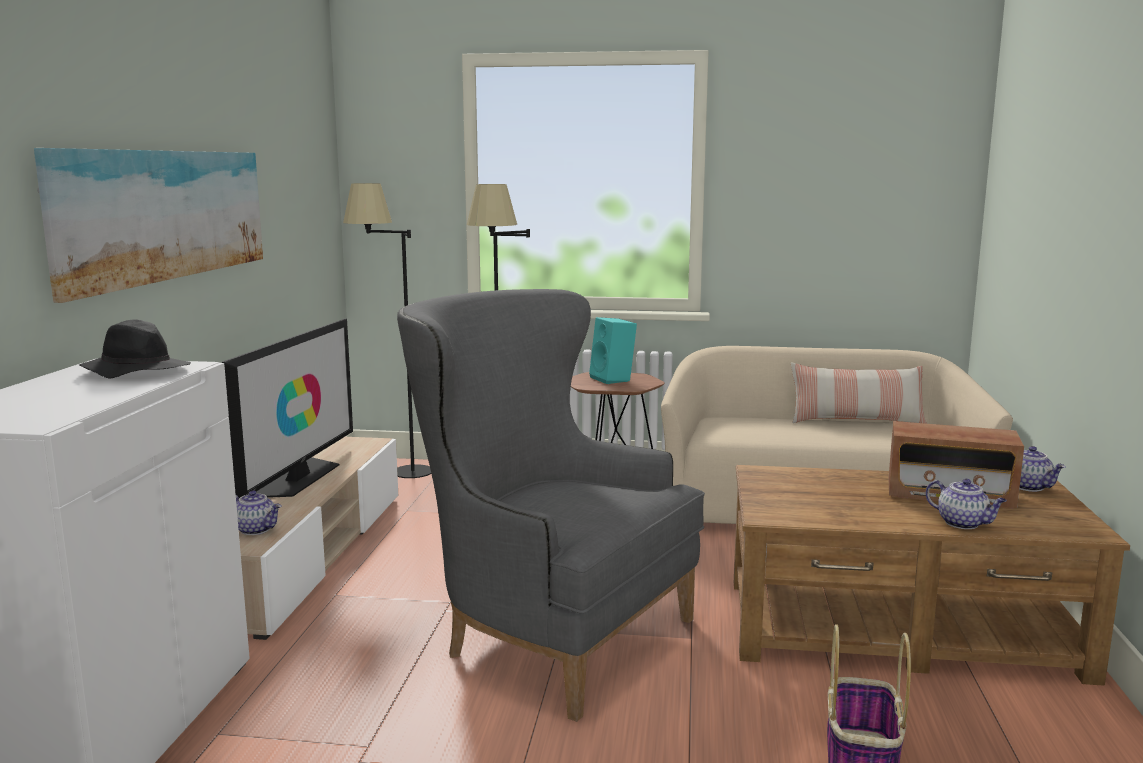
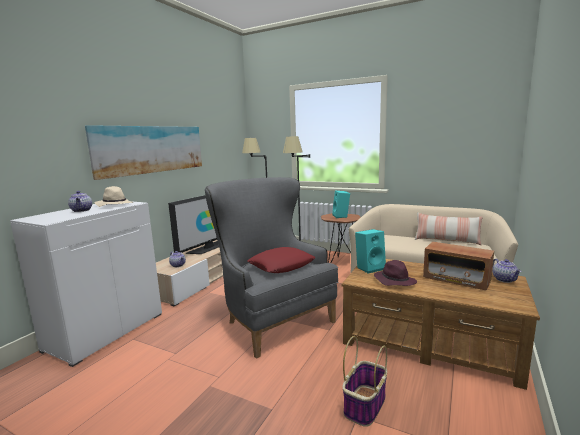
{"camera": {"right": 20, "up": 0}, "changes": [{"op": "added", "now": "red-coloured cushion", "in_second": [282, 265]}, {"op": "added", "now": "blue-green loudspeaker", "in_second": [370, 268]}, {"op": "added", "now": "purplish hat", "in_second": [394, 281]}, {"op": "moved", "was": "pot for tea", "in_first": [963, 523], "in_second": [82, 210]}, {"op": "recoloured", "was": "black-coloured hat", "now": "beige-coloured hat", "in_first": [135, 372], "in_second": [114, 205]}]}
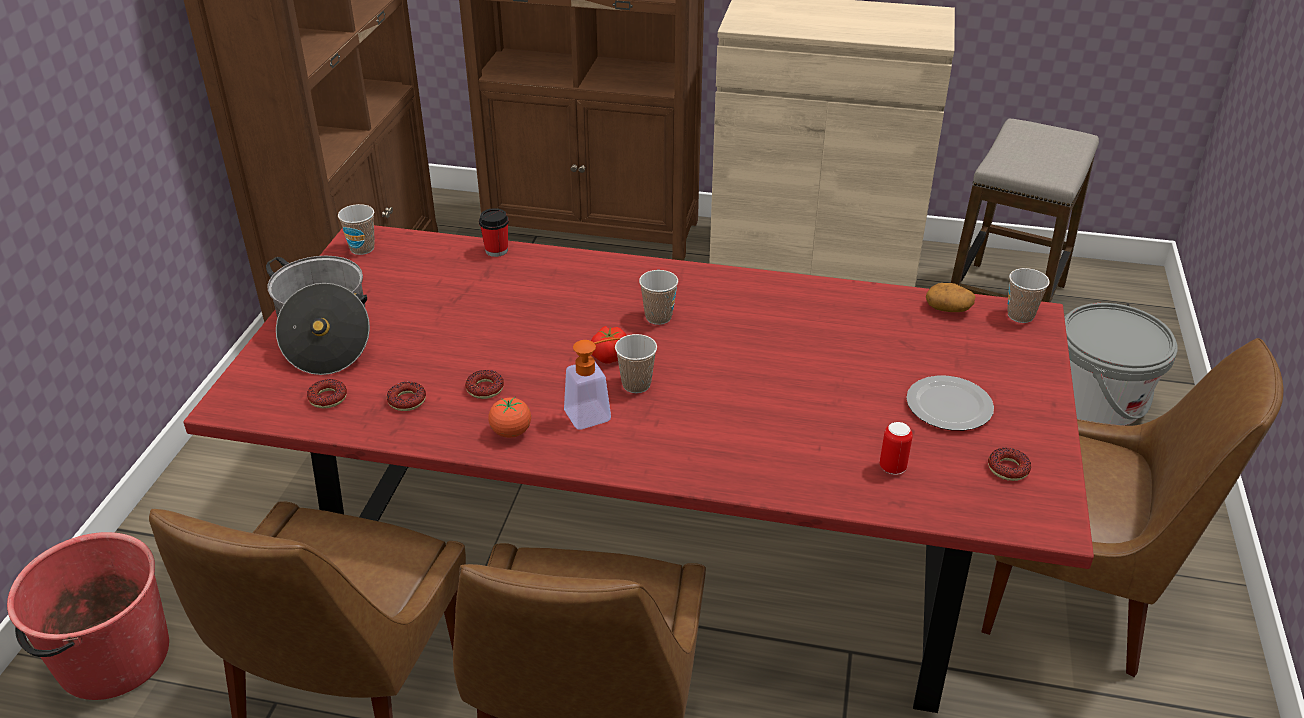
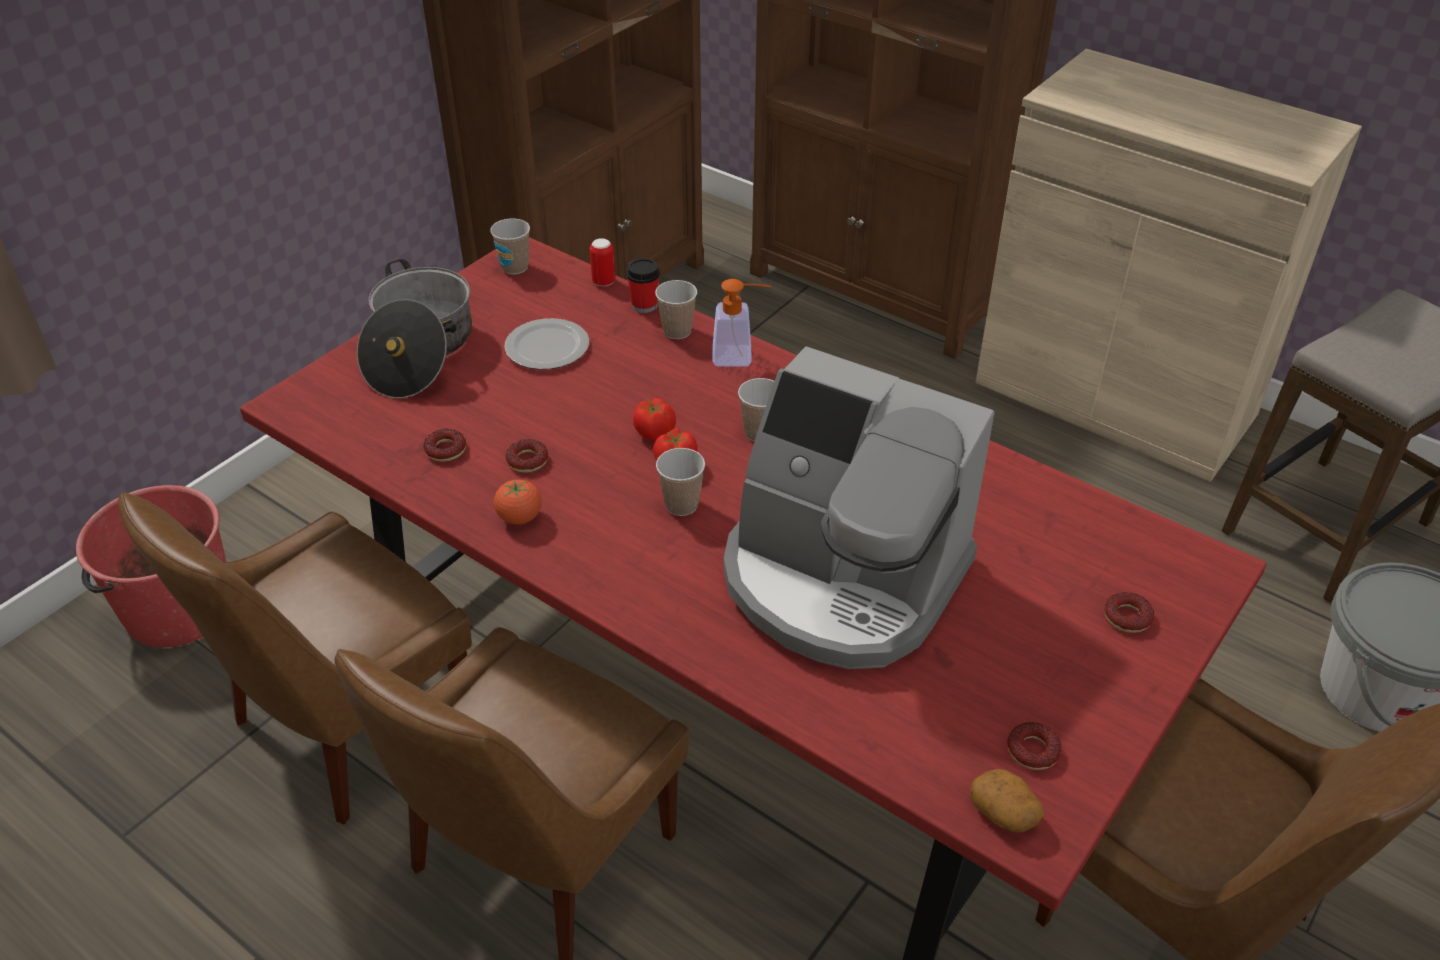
{"camera": {"right": 25, "up": 5}, "changes": [{"op": "added", "now": "tomato", "in_second": [655, 432]}, {"op": "added", "now": "coffee maker", "in_second": [841, 579]}, {"op": "moved", "was": "doughnut", "in_first": [328, 398], "in_second": [1127, 617]}, {"op": "moved", "was": "soap dispenser", "in_first": [595, 413], "in_second": [740, 356]}, {"op": "moved", "was": "can", "in_first": [892, 467], "in_second": [603, 282]}, {"op": "moved", "was": "flat dish", "in_first": [950, 405], "in_second": [549, 347]}, {"op": "moved", "was": "spud", "in_first": [948, 308], "in_second": [1004, 812]}, {"op": "moved", "was": "cup", "in_first": [1020, 315], "in_second": [677, 331]}]}
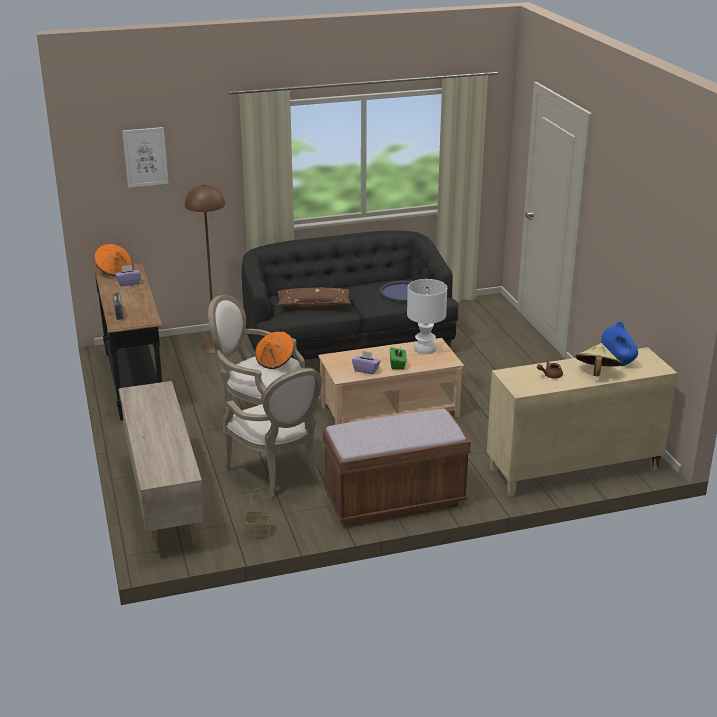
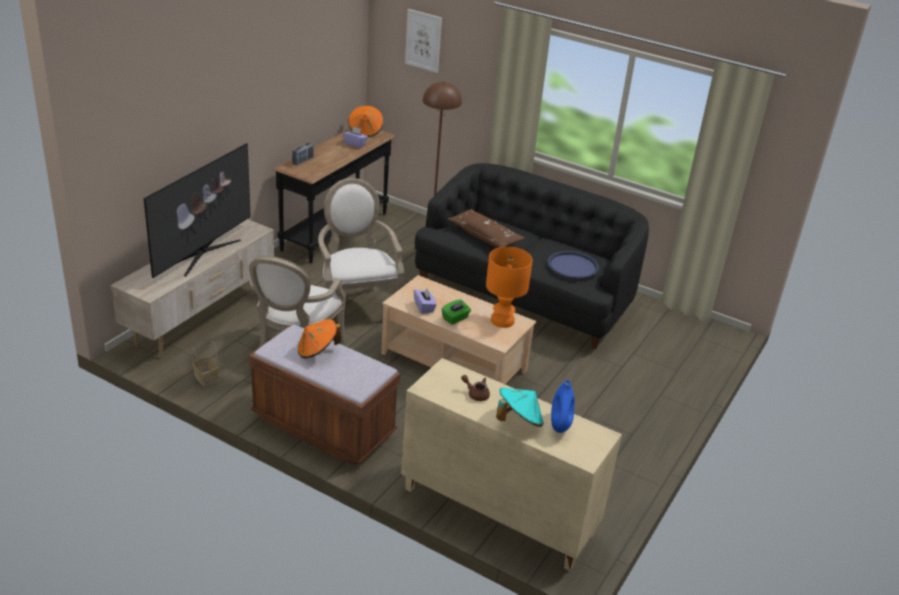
{"camera": {"right": 45, "up": 5}, "changes": [{"op": "added", "now": "TV set", "in_second": [202, 253]}, {"op": "moved", "was": "orangey hat", "in_first": [275, 361], "in_second": [317, 351]}, {"op": "recoloured", "was": "whitish lamp for a table", "now": "orangey lamp for a table", "in_first": [425, 349], "in_second": [503, 321]}, {"op": "recoloured", "was": "beige-coloured hat", "now": "blue-green hat", "in_first": [596, 373], "in_second": [518, 420]}]}
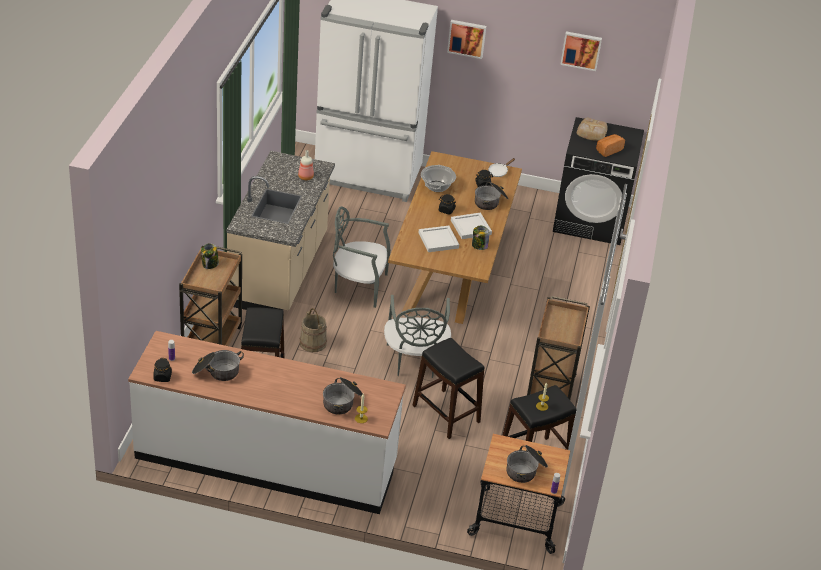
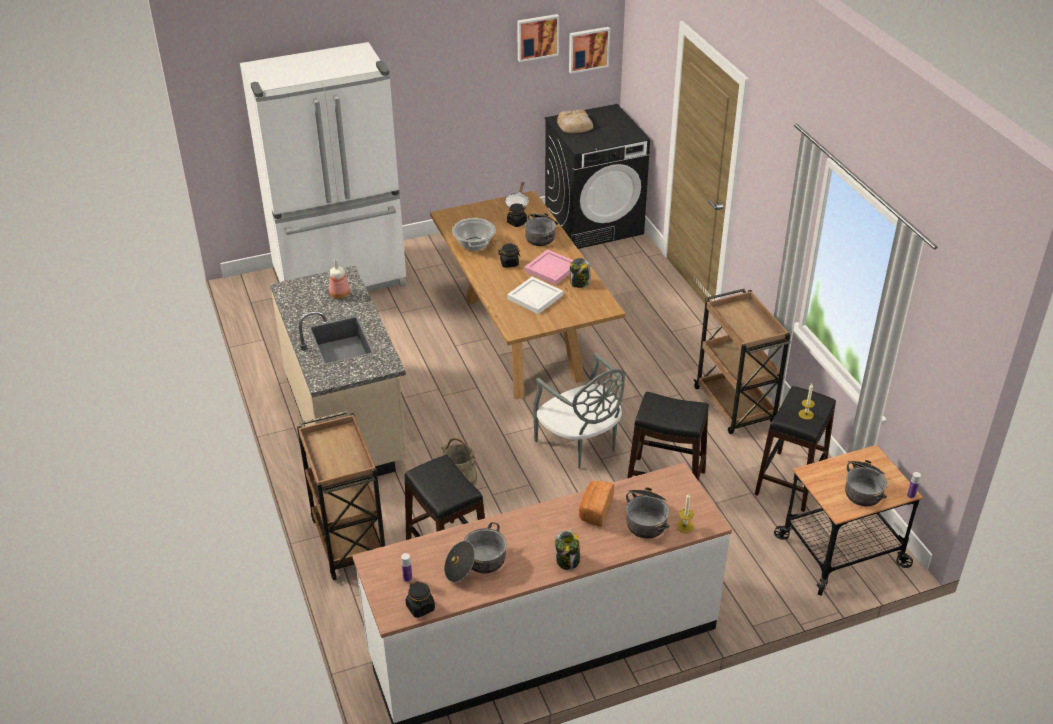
{"camera": {"right": -30, "up": 0}, "changes": [{"op": "removed", "was": "gray upright chair", "in_first": [359, 286]}, {"op": "moved", "was": "jar", "in_first": [210, 264], "in_second": [568, 560]}, {"op": "moved", "was": "picture", "in_first": [467, 38], "in_second": [588, 49]}, {"op": "moved", "was": "bread", "in_first": [608, 150], "in_second": [595, 510]}, {"op": "recoloured", "was": "whitish carrying tray", "now": "pinkish carrying tray", "in_first": [471, 227], "in_second": [552, 269]}]}
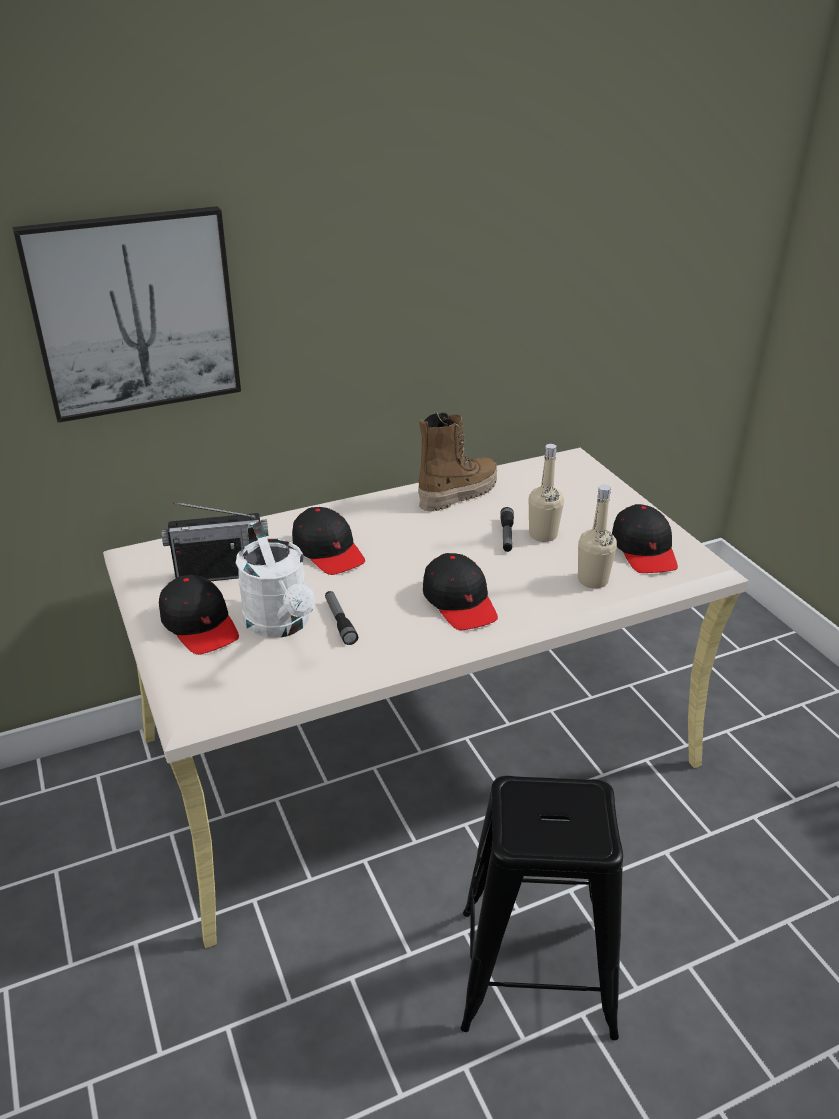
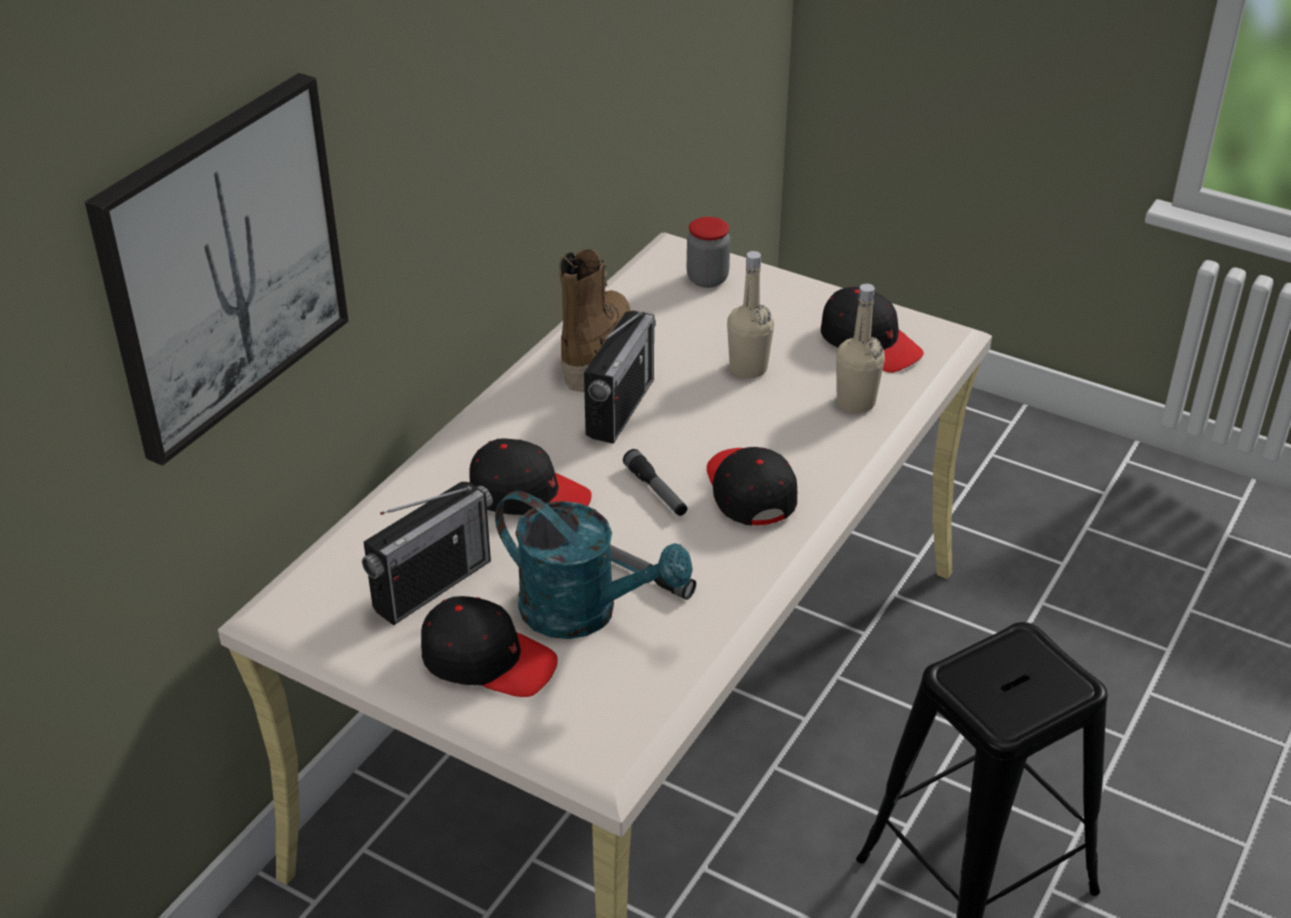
{"camera": {"right": -35, "up": 5}, "changes": [{"op": "added", "now": "radio", "in_second": [620, 408]}, {"op": "added", "now": "jar", "in_second": [707, 279]}, {"op": "moved", "was": "flashlight", "in_first": [506, 535], "in_second": [656, 491]}, {"op": "recoloured", "was": "whitish watering can", "now": "blue-green watering can", "in_first": [281, 625], "in_second": [584, 612]}, {"op": "turned", "was": "black-coloured cap", "in_first": [460, 602], "in_second": [749, 491], "clockwise": -135}]}
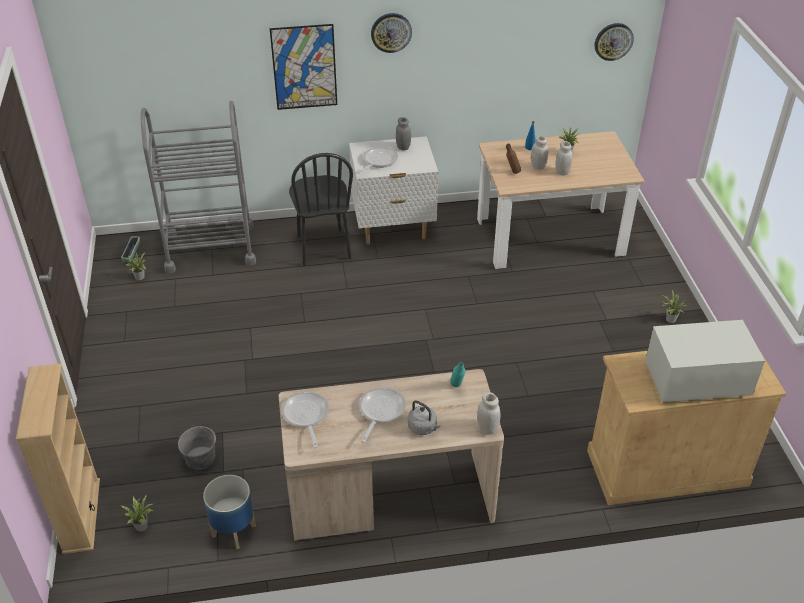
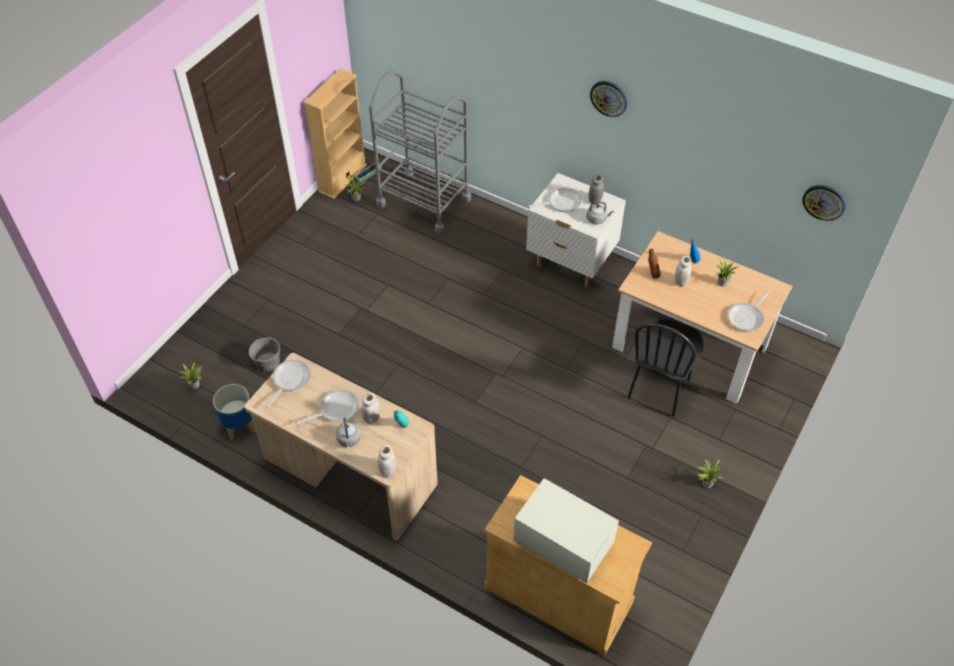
{"camera": {"right": 40, "up": 10}, "changes": [{"op": "removed", "was": "picture", "in_first": [304, 67]}, {"op": "added", "now": "gray water kettle", "in_second": [597, 219]}, {"op": "added", "now": "pan", "in_second": [747, 317]}, {"op": "moved", "was": "beige-coloured bookcase", "in_first": [81, 515], "in_second": [342, 178]}, {"op": "moved", "was": "black-coloured upright chair", "in_first": [323, 247], "in_second": [659, 389]}, {"op": "moved", "was": "whitish jar", "in_first": [562, 172], "in_second": [372, 418]}]}
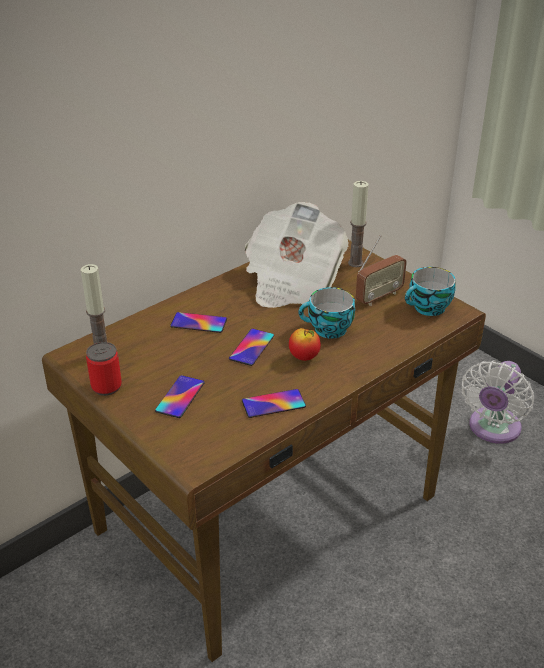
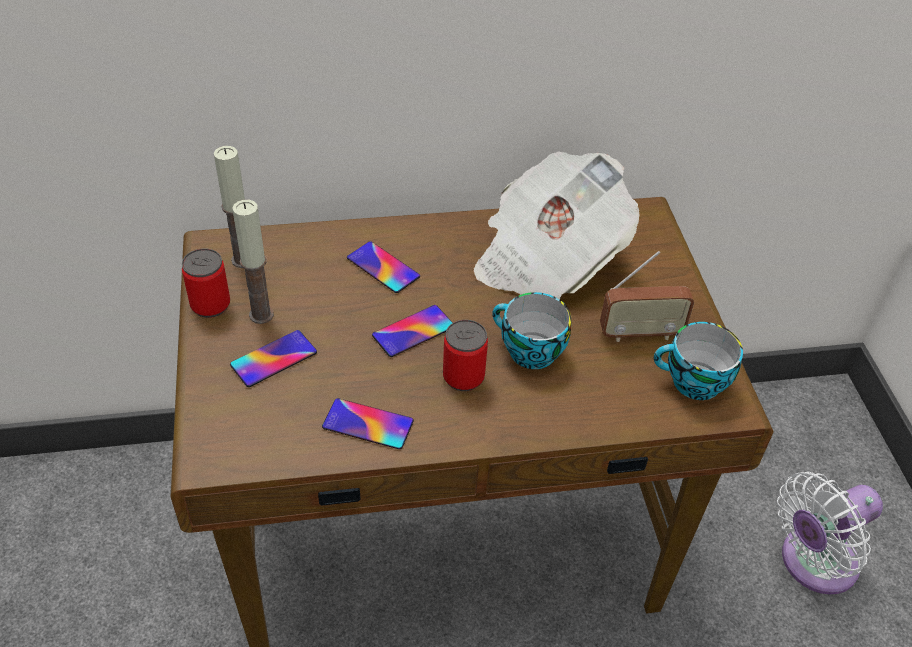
{"camera": {"right": 30, "up": 10}, "changes": [{"op": "moved", "was": "wax light", "in_first": [355, 263], "in_second": [261, 315]}, {"op": "replaced", "was": "apple fruit", "now": "can", "in_first": [304, 357], "in_second": [463, 377]}]}
